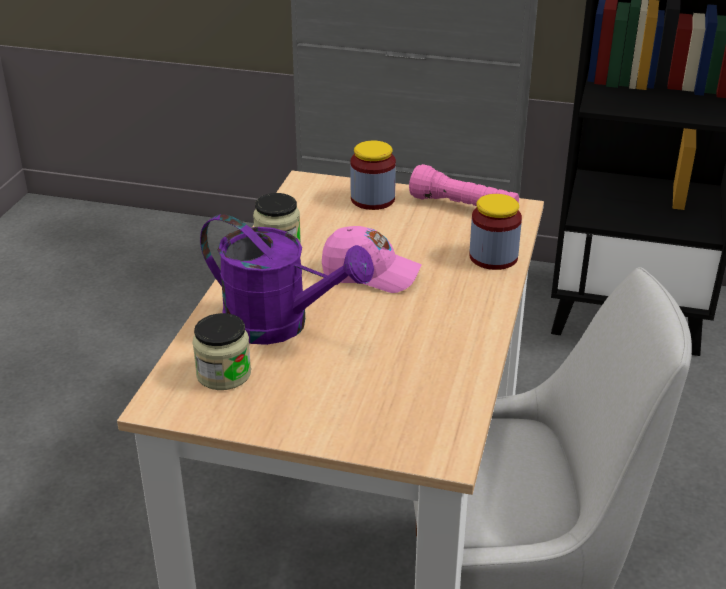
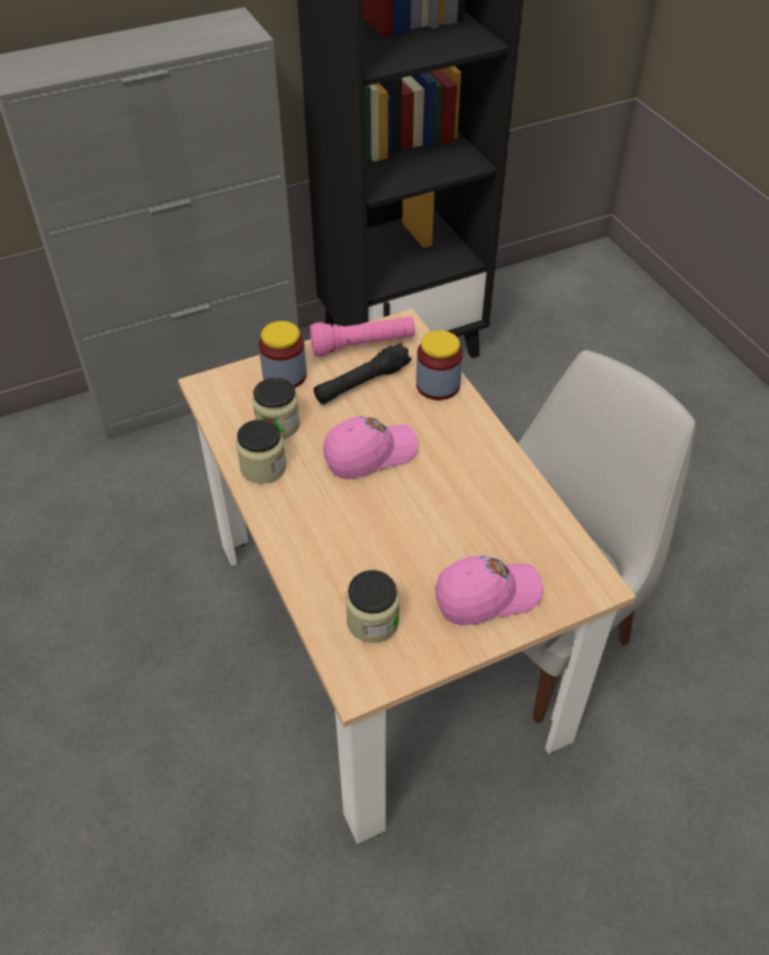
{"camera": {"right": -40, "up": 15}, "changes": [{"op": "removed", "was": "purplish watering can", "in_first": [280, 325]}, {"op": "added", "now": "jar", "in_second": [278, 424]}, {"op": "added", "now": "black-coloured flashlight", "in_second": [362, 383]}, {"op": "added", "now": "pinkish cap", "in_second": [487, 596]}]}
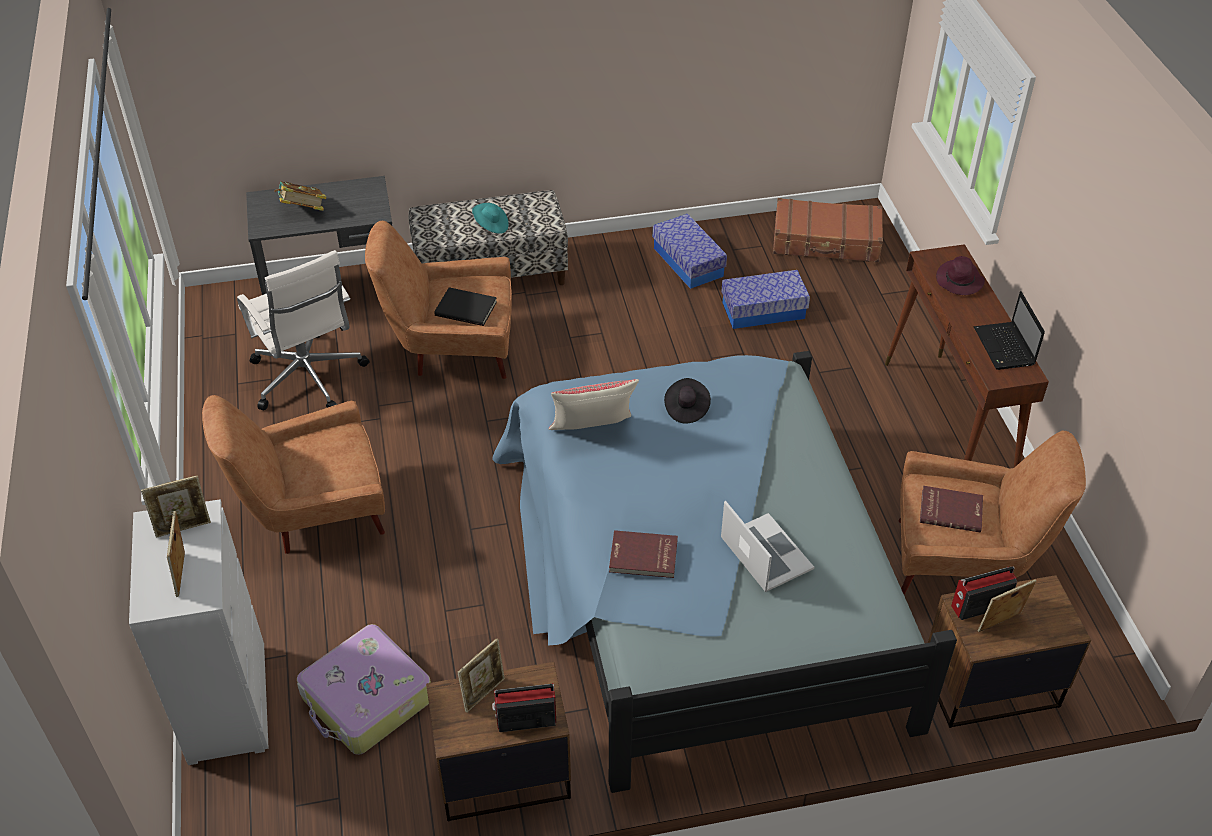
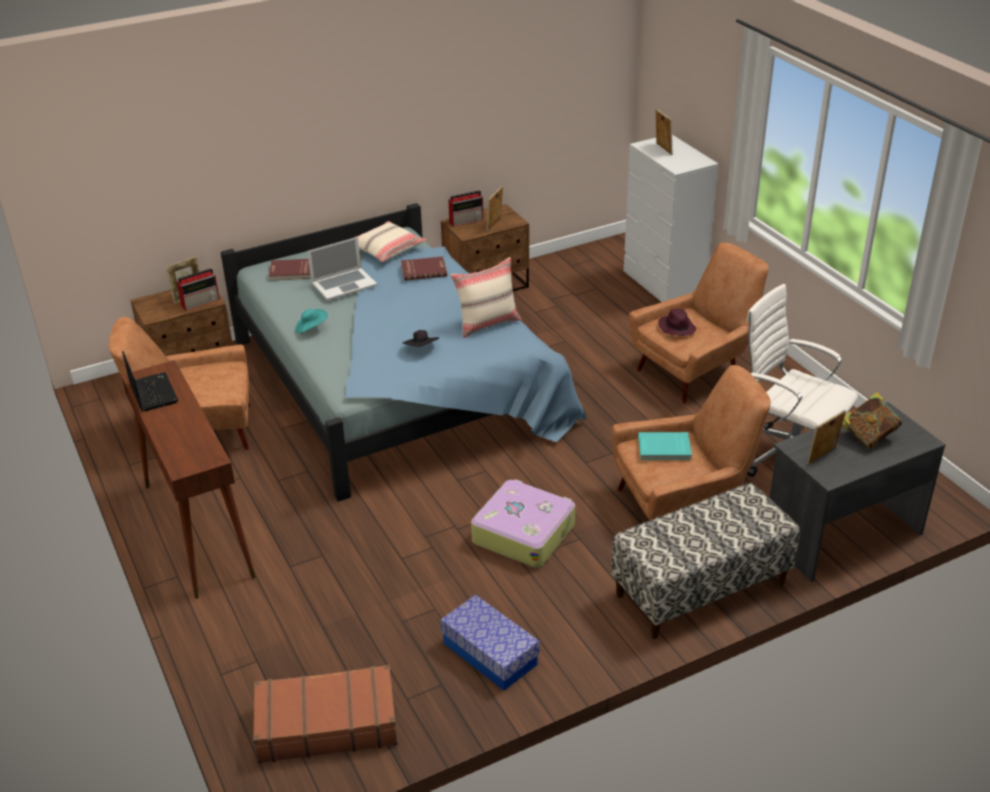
{"camera": {"right": 165, "up": -10}, "changes": [{"op": "removed", "was": "storage container", "in_first": [763, 310]}, {"op": "added", "now": "beige-coloured cushion", "in_second": [386, 249]}, {"op": "moved", "was": "standing frame", "in_first": [183, 527], "in_second": [822, 457]}, {"op": "moved", "was": "travel case", "in_first": [366, 700], "in_second": [523, 533]}, {"op": "moved", "was": "blue-green hat", "in_first": [491, 226], "in_second": [311, 328]}, {"op": "moved", "was": "red-coloured bound book", "in_first": [950, 510], "in_second": [291, 272]}, {"op": "moved", "was": "purplish hat", "in_first": [959, 281], "in_second": [676, 327]}, {"op": "recoloured", "was": "black-coloured bound book", "now": "blue-green bound book", "in_first": [466, 308], "in_second": [664, 448]}, {"op": "turned", "was": "notebook computer", "in_first": [765, 553], "in_second": [343, 284], "clockwise": -75}]}
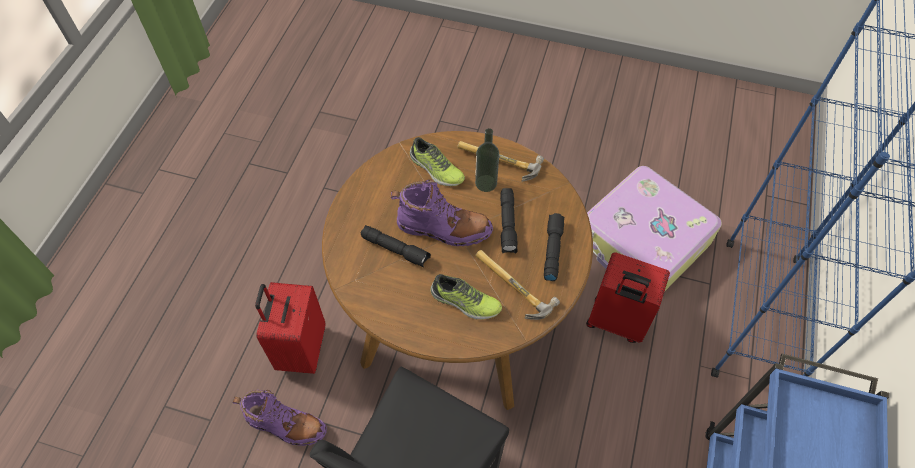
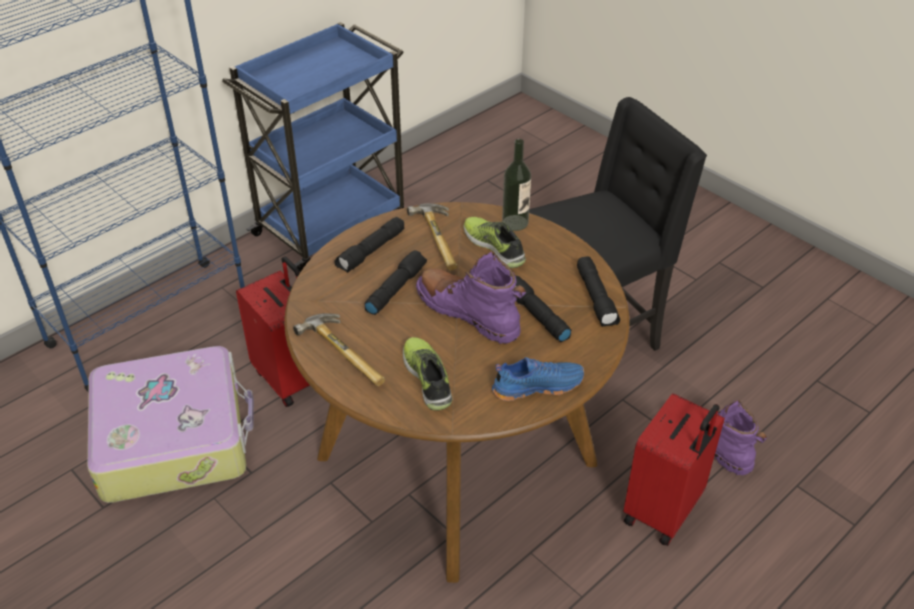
{"camera": {"right": -150, "up": -15}, "changes": [{"op": "added", "now": "bluish shoe", "in_second": [537, 385]}, {"op": "added", "now": "black-coloured flashlight", "in_second": [597, 298]}, {"op": "moved", "was": "bottle", "in_first": [486, 183], "in_second": [515, 222]}]}
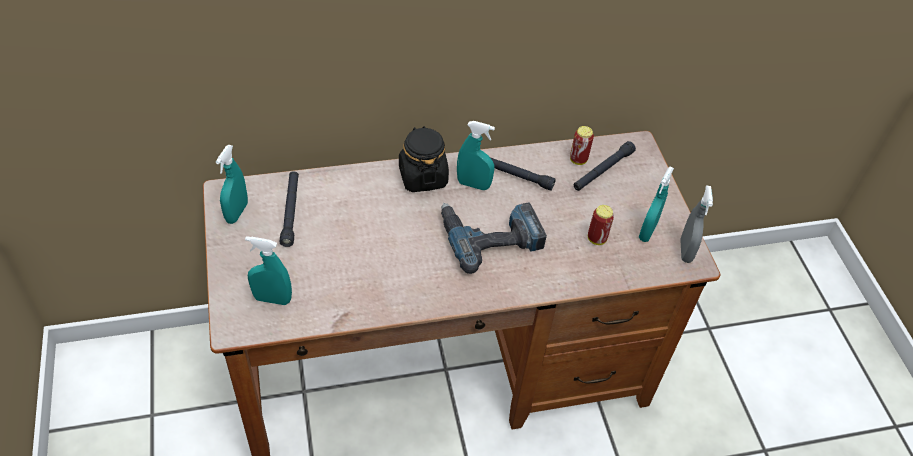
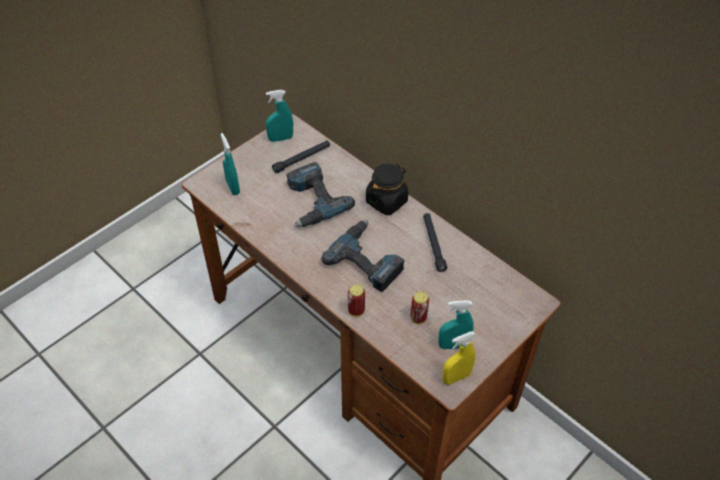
{"camera": {"right": 60, "up": 0}, "changes": [{"op": "removed", "was": "blue-green hand sprayer", "in_first": [473, 184]}, {"op": "removed", "was": "black-coloured flashlight", "in_first": [602, 170]}, {"op": "added", "now": "power drill", "in_second": [312, 201]}, {"op": "moved", "was": "can", "in_first": [578, 160], "in_second": [356, 311]}, {"op": "recoloured", "was": "gray hand sprayer", "now": "yellow-coloured hand sprayer", "in_first": [685, 251], "in_second": [456, 377]}]}
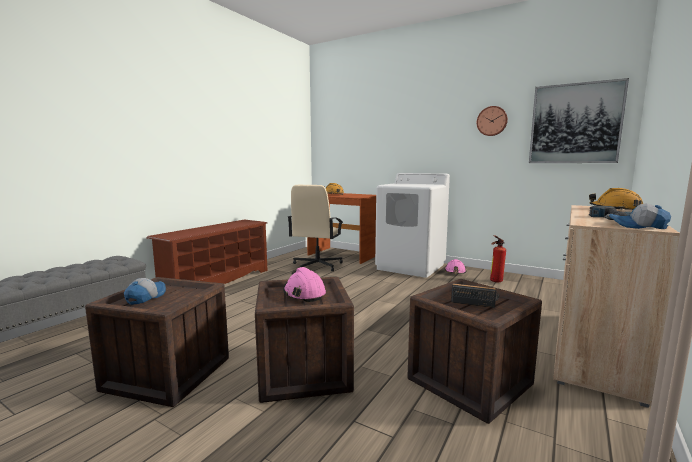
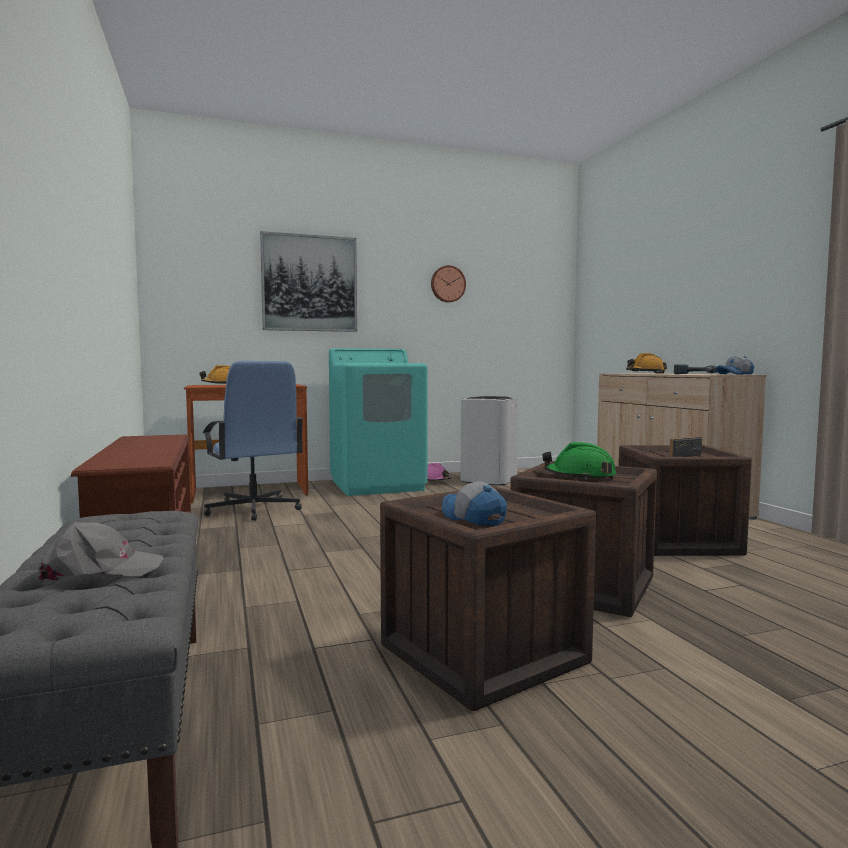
{"camera": {"right": -50, "up": -5}, "changes": [{"op": "added", "now": "gray cap", "in_second": [100, 570]}, {"op": "moved", "was": "picture", "in_first": [575, 124], "in_second": [309, 283]}, {"op": "replaced", "was": "fire-fighting cylinder", "now": "whitish rubbish bin", "in_first": [494, 281], "in_second": [489, 479]}, {"op": "recoloured", "was": "pinkish hard hat", "now": "greenish hard hat", "in_first": [304, 293], "in_second": [579, 477]}, {"op": "recoloured", "was": "beige-coloured office chair", "now": "bluish office chair", "in_first": [316, 265], "in_second": [253, 510]}, {"op": "recoloured", "was": "whitish laundry machine", "now": "blue-green laundry machine", "in_first": [411, 267], "in_second": [378, 485]}]}
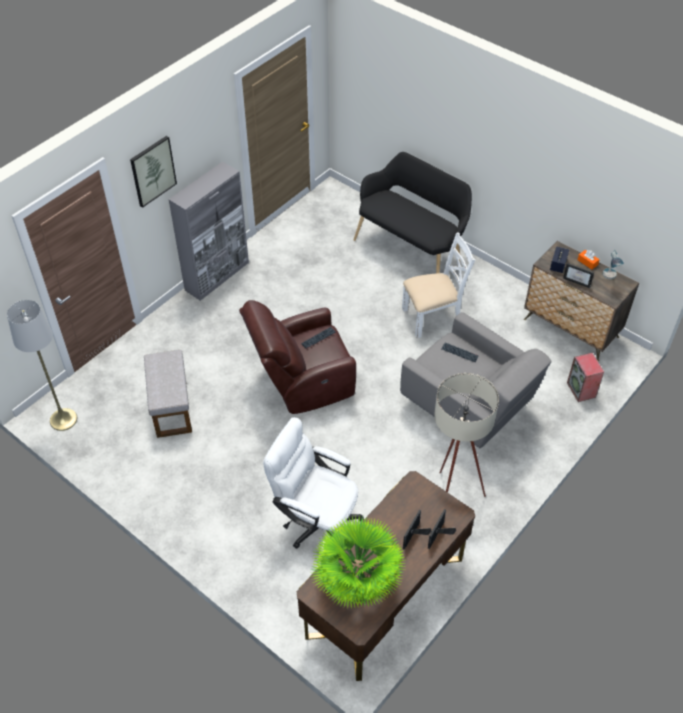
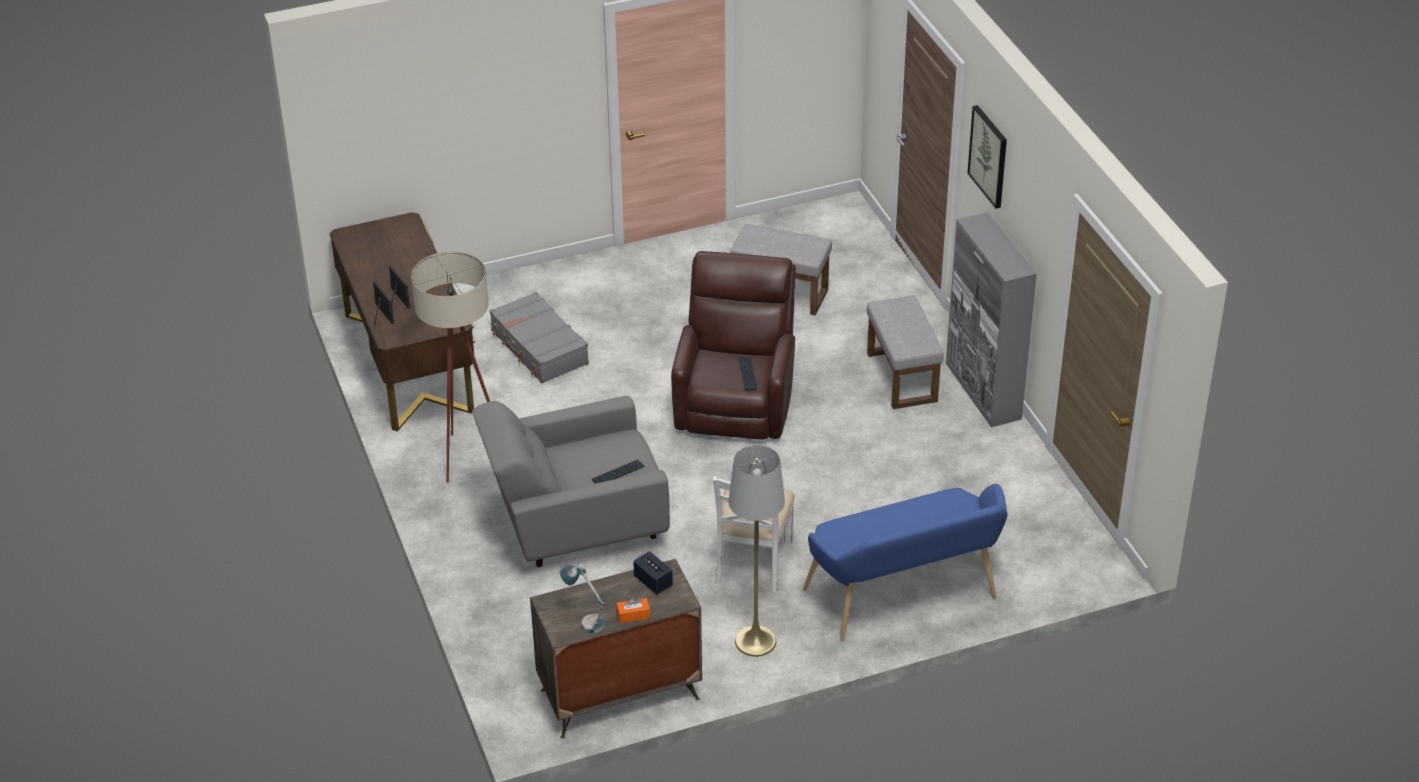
{"camera": {"right": 120, "up": -10}, "changes": [{"op": "removed", "was": "houseplant", "in_first": [357, 583]}, {"op": "removed", "was": "standing frame", "in_first": [578, 281]}, {"op": "removed", "was": "loudspeaker", "in_first": [581, 390]}, {"op": "added", "now": "gray pouffe", "in_second": [900, 376]}, {"op": "moved", "was": "gray standing lamp", "in_first": [63, 419], "in_second": [755, 641]}, {"op": "replaced", "was": "whitish office chair", "now": "gray travel case", "in_first": [315, 520], "in_second": [539, 348]}, {"op": "recoloured", "was": "black-coloured bench", "now": "bluish bench", "in_first": [411, 249], "in_second": [905, 599]}]}
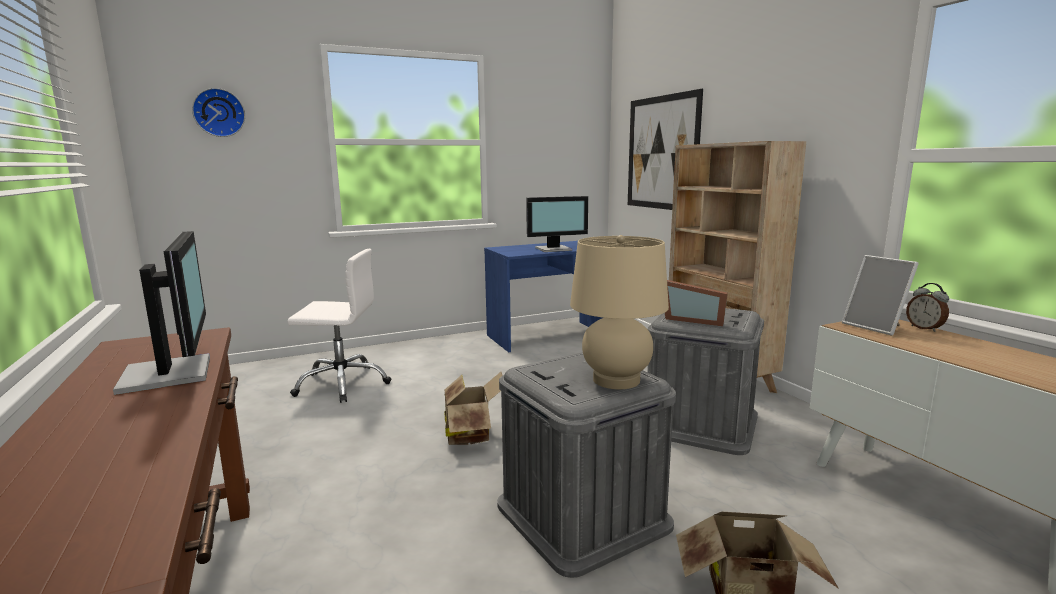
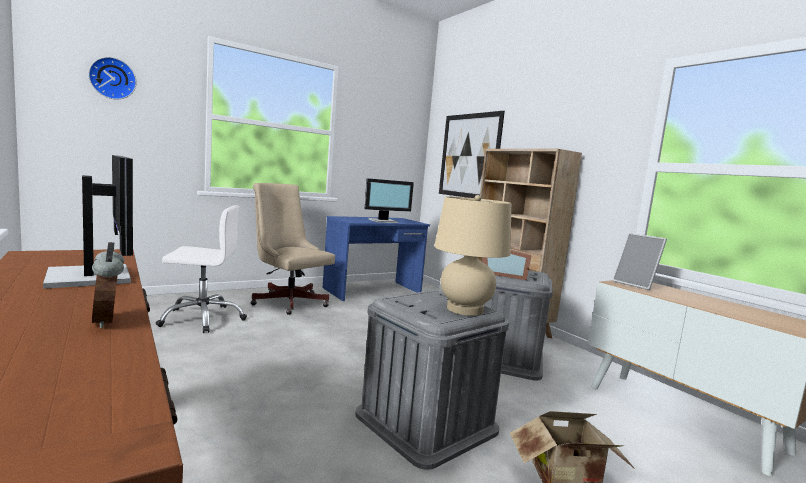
{"camera": {"right": -10, "up": -5}, "changes": [{"op": "removed", "was": "carton", "in_first": [471, 434]}, {"op": "added", "now": "beige-coloured office chair", "in_second": [288, 301]}, {"op": "moved", "was": "bedside clock", "in_first": [925, 328], "in_second": [108, 321]}]}
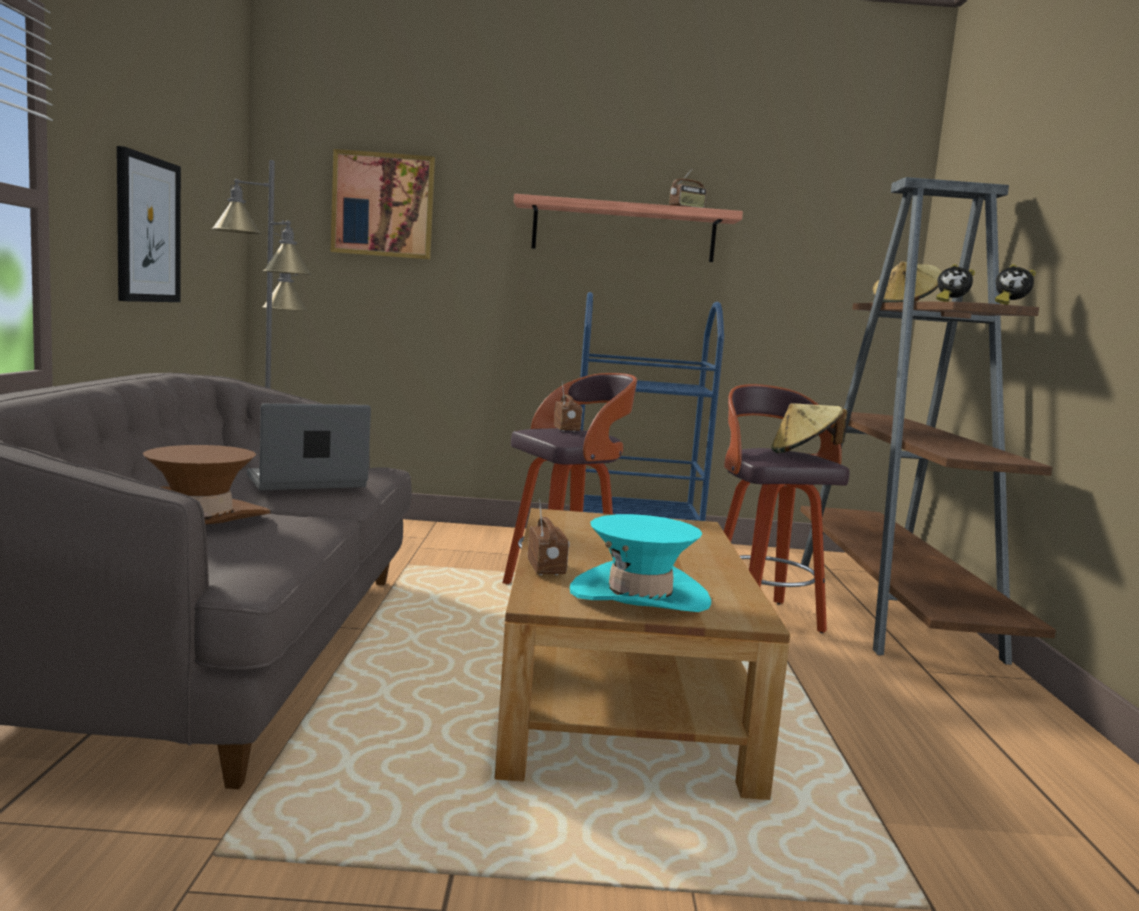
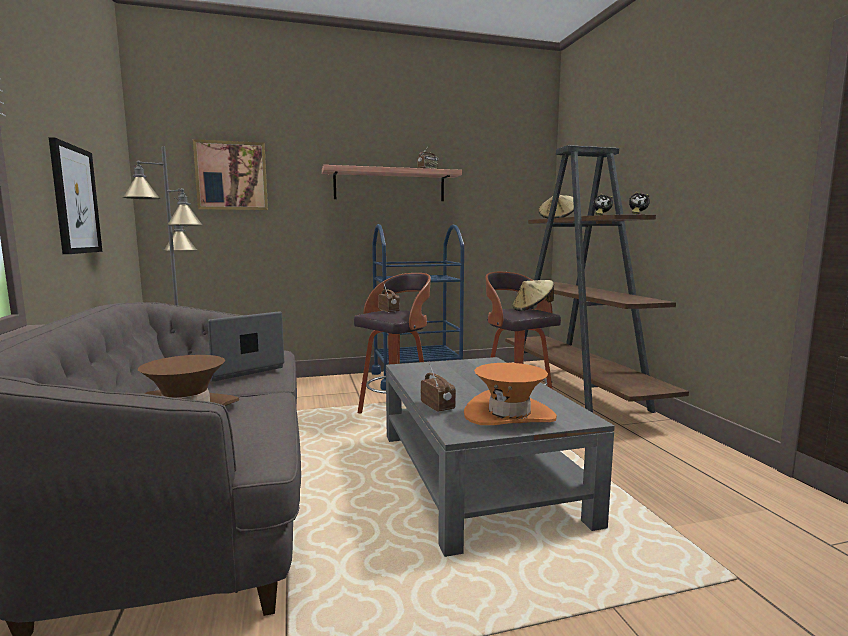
{"camera": {"right": -15, "up": 0}, "changes": [{"op": "recoloured", "was": "brownish low table", "now": "gray low table", "in_first": [621, 693], "in_second": [476, 474]}, {"op": "recoloured", "was": "blue-green hat", "now": "orangey hat", "in_first": [639, 595], "in_second": [509, 415]}]}
